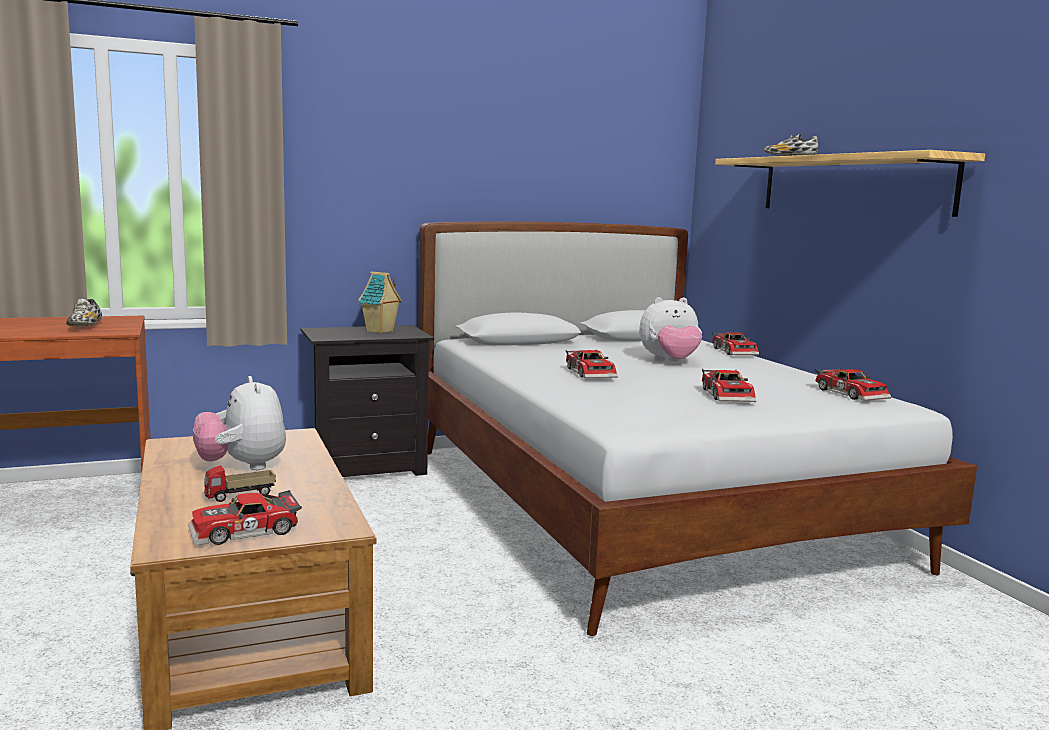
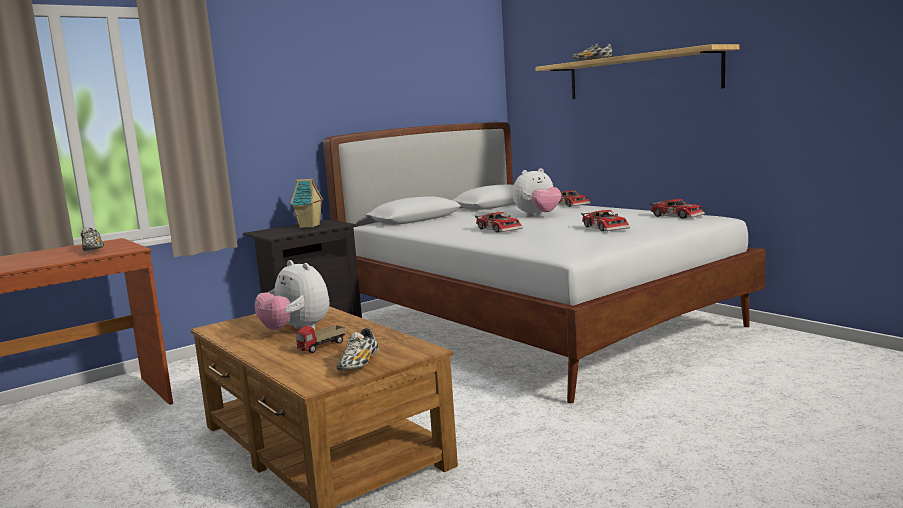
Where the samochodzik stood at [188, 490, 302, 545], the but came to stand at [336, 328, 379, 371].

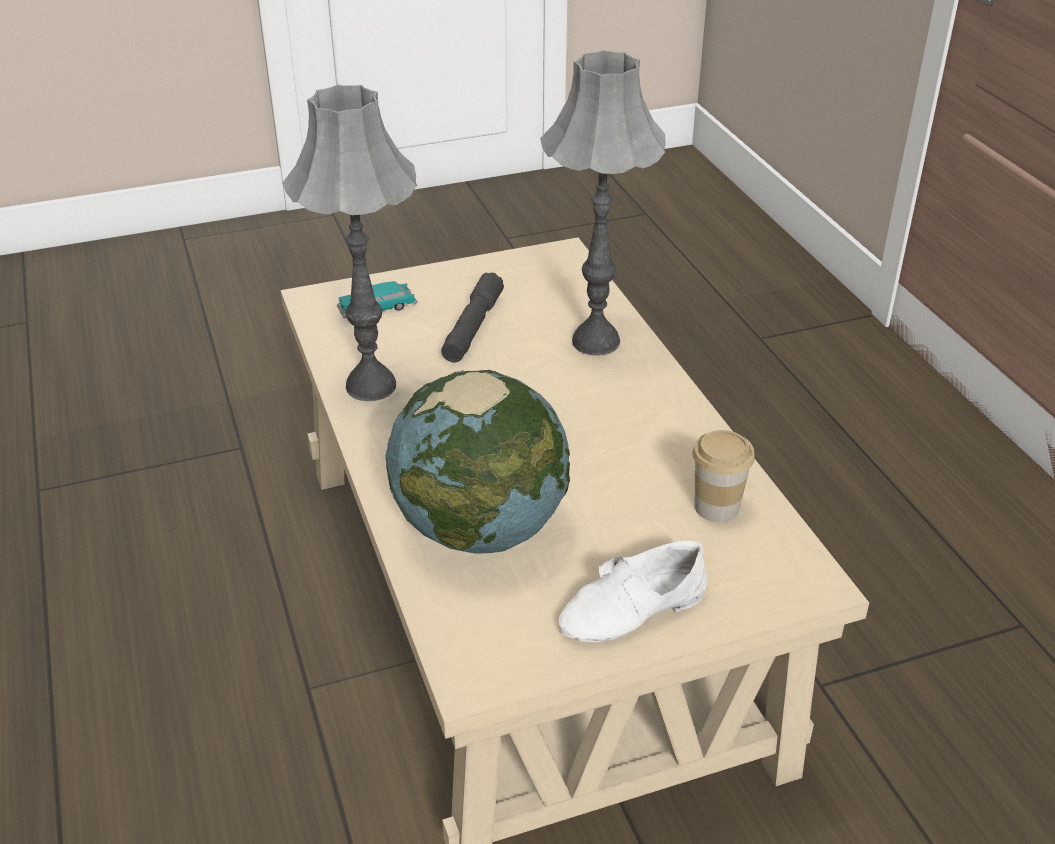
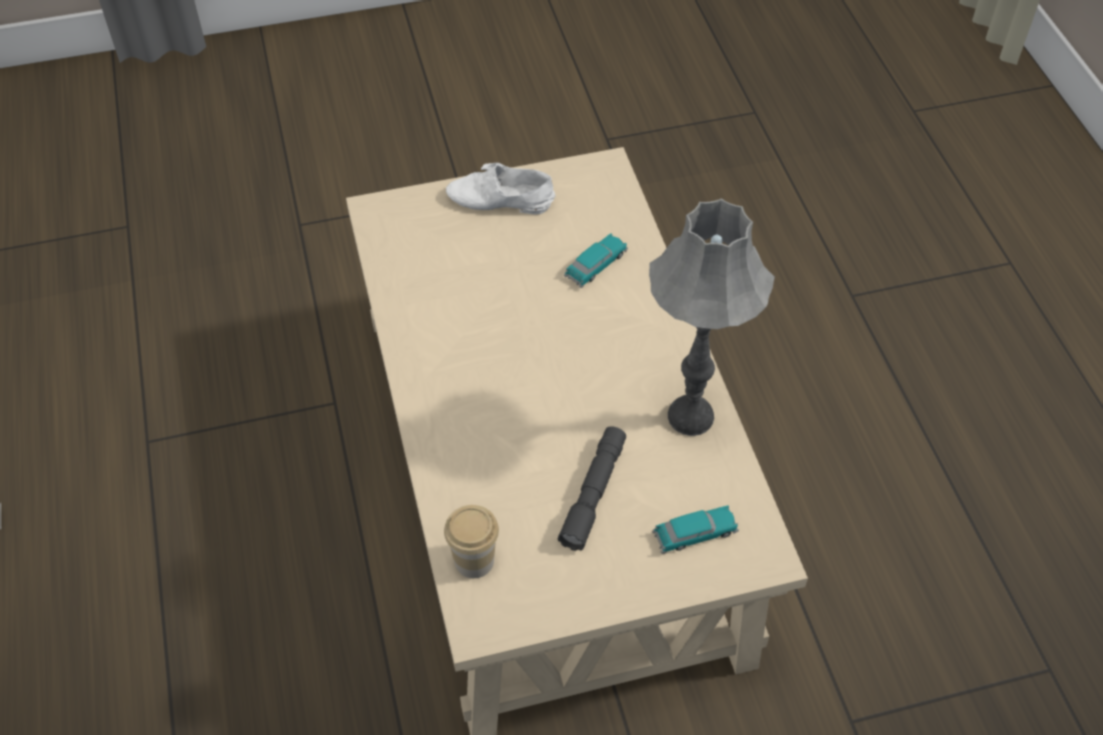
The second view lost the lampa stołowa [szary] at [540, 50, 666, 356]. Where the globus stood at [386, 370, 570, 554], the samochodzik came to stand at [564, 233, 628, 288]. The filiżanka ended up elsewhere, having gone from [692, 430, 755, 522] to [444, 505, 499, 578]. The but [biały] at [558, 541, 707, 642] ended up facing another way, 150 degrees counterclockwise from before.

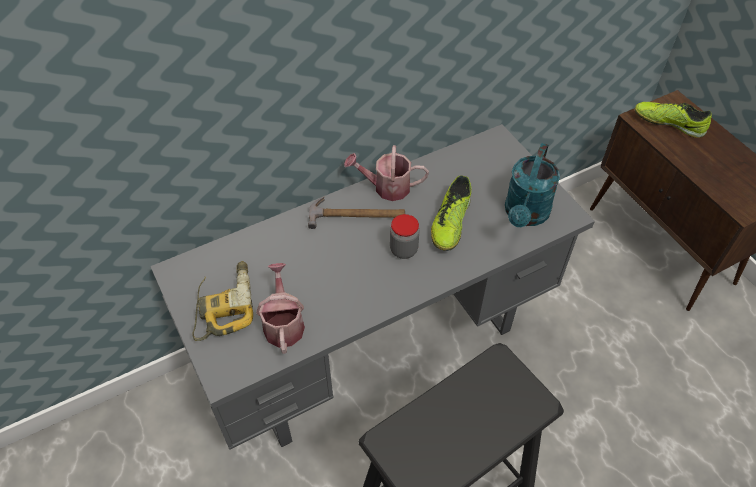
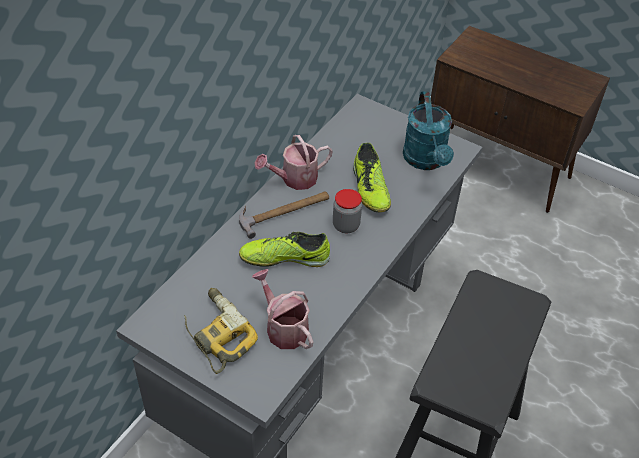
The but ended up elsewhere, having gone from [635, 102, 712, 138] to [239, 232, 330, 267].

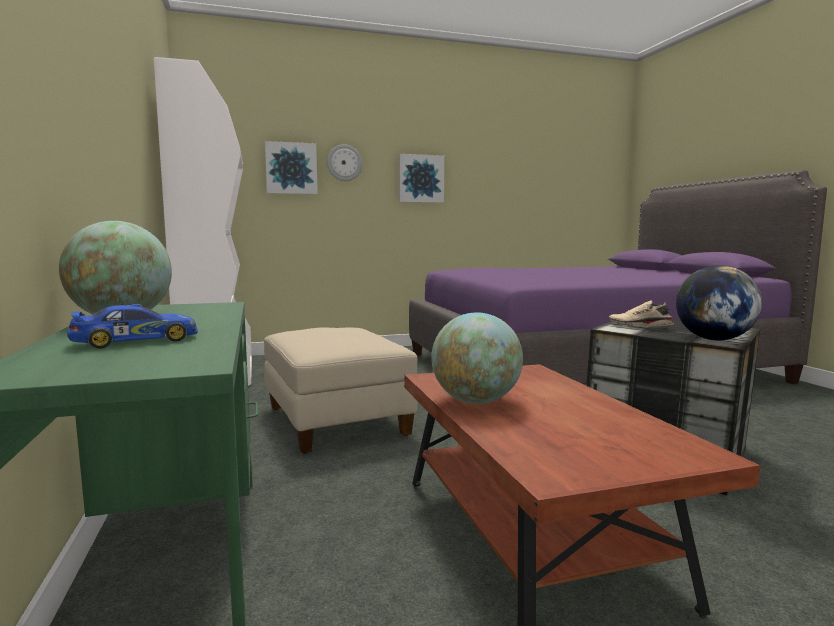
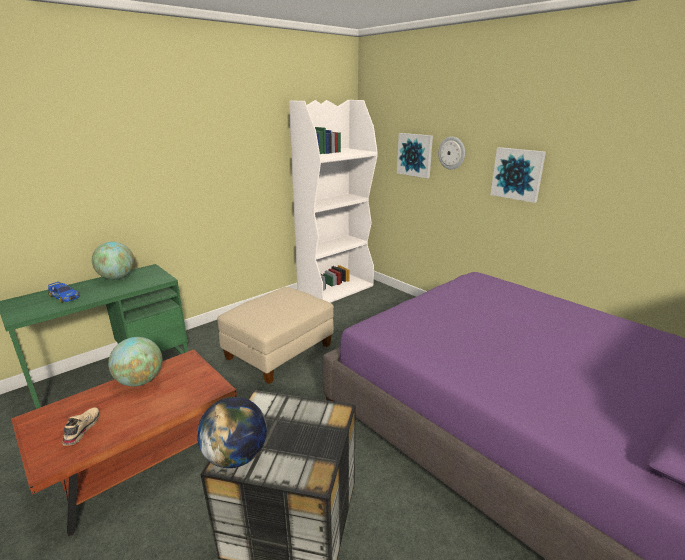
The but [beżowy] ended up elsewhere, having gone from [609, 300, 674, 327] to [62, 407, 99, 446].

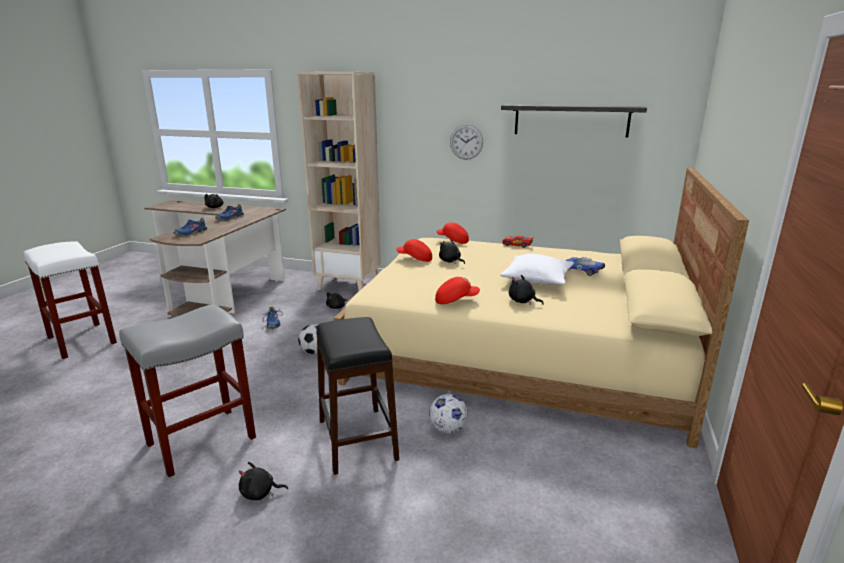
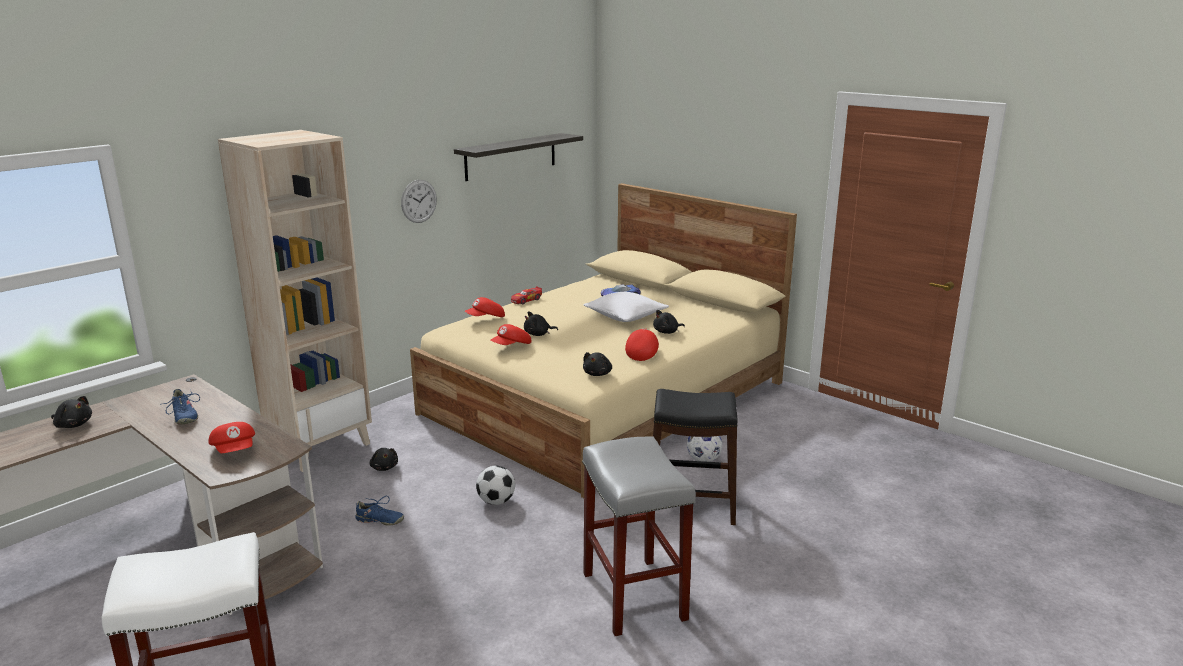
Where the but [niebieski] stood at [173, 218, 207, 236], the czapka z daszkiem [czerwony] came to stand at [208, 422, 255, 453]. The pluszak [czarny] ended up elsewhere, having gone from [239, 462, 288, 500] to [583, 352, 612, 376].

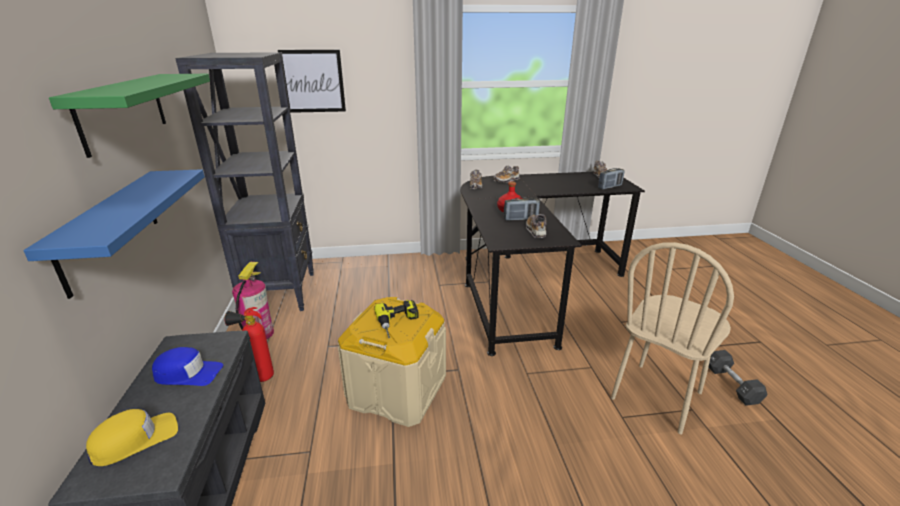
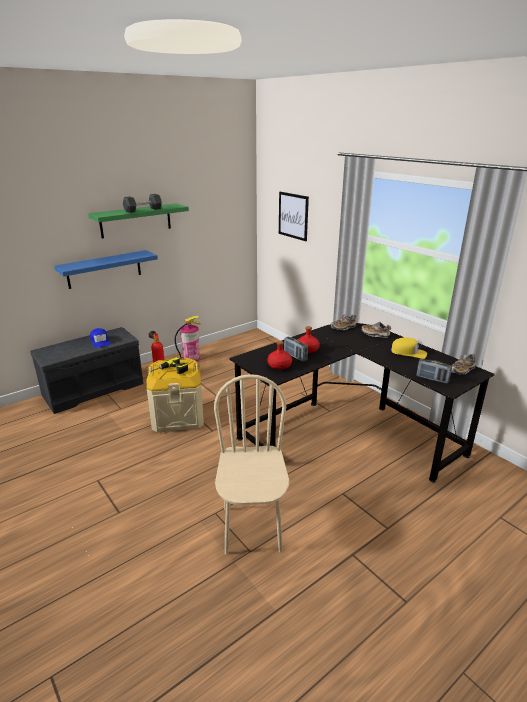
The second view lost the regał [czarny] at [175, 52, 314, 311]. Where the but stood at [526, 214, 547, 238], the butelka [czerwony] came to stand at [268, 341, 292, 370]. The krzesło [beżowy] at [611, 242, 734, 434] ended up facing another way, 75 degrees clockwise from before. The hantel [czarny] ended up elsewhere, having gone from [708, 350, 768, 406] to [123, 194, 162, 213]. The czapka z daszkiem [żółty] ended up elsewhere, having gone from [86, 409, 178, 466] to [391, 337, 427, 359].

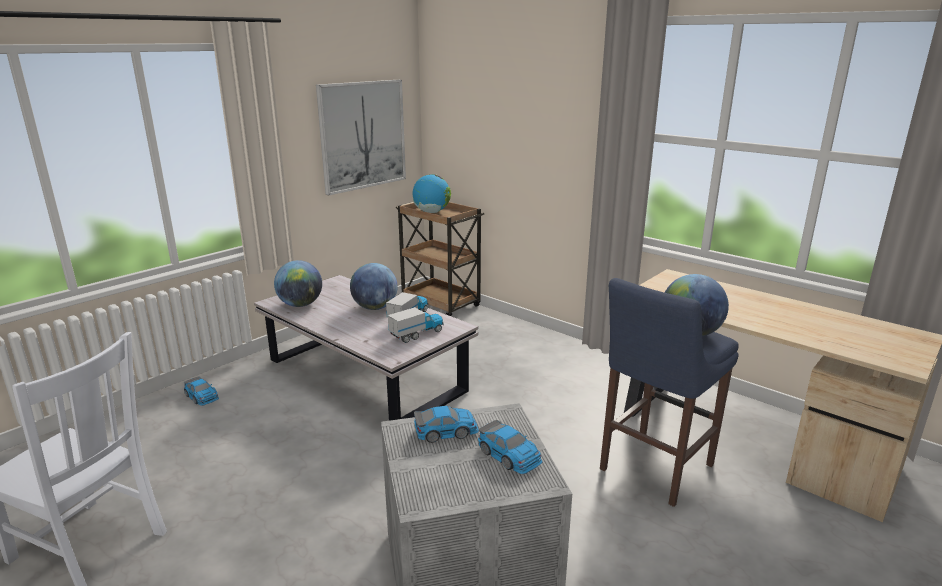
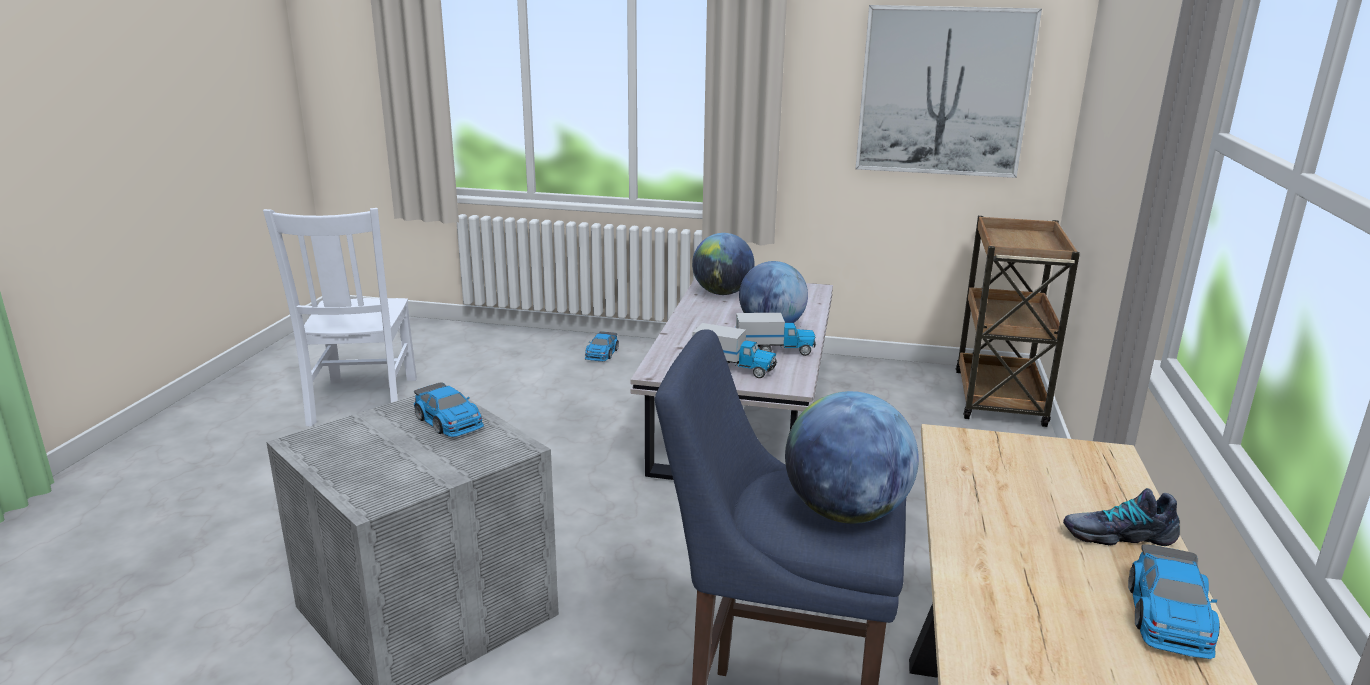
The second view lost the globus at [413, 174, 451, 213]. The samochodzik ended up elsewhere, having gone from [478, 420, 543, 474] to [1128, 544, 1220, 659]. The second view gained the but at [1063, 488, 1180, 546].

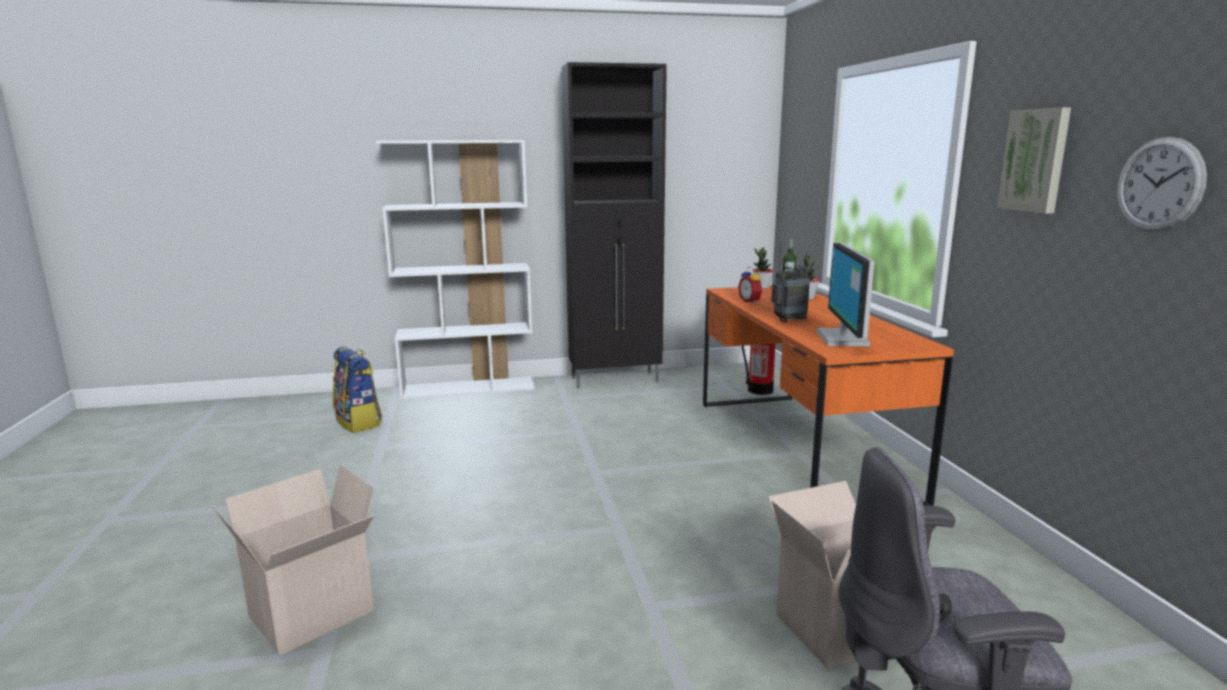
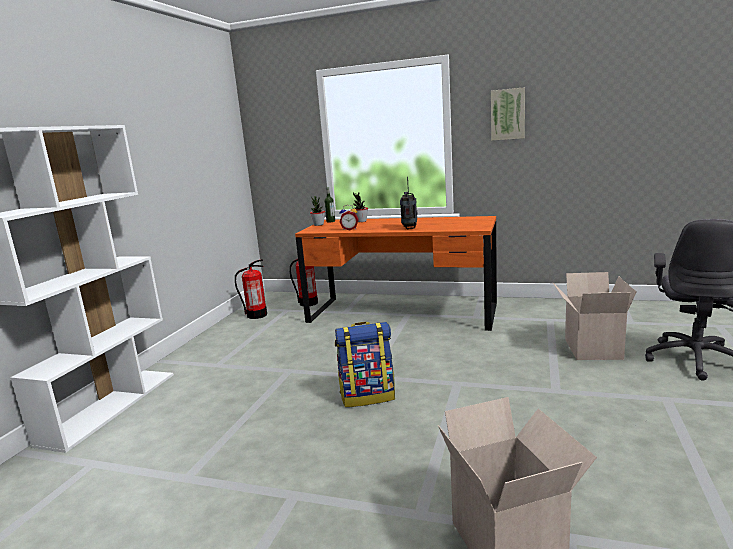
The second view lost the szafka [czarny] at [562, 62, 667, 388]. The second view lost the zegar ścienny at [1117, 137, 1207, 232]. The second view lost the monitor at [817, 242, 875, 346]. The plecak ended up elsewhere, having gone from [332, 347, 382, 433] to [335, 322, 395, 407]. The second view gained the gaśnica at [235, 259, 267, 319].

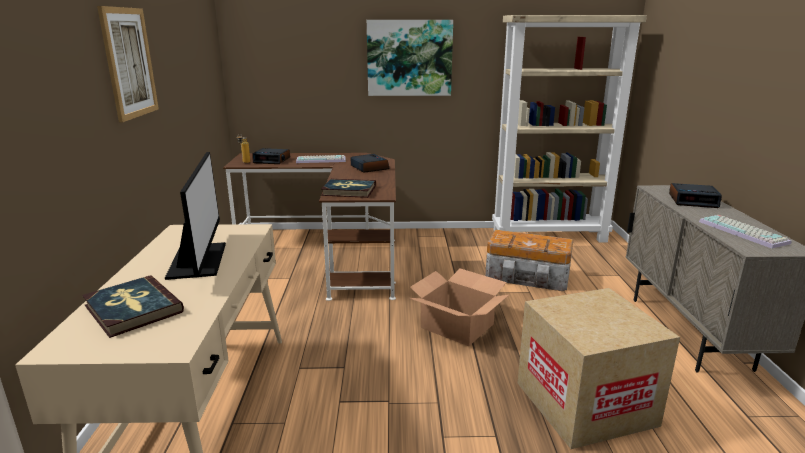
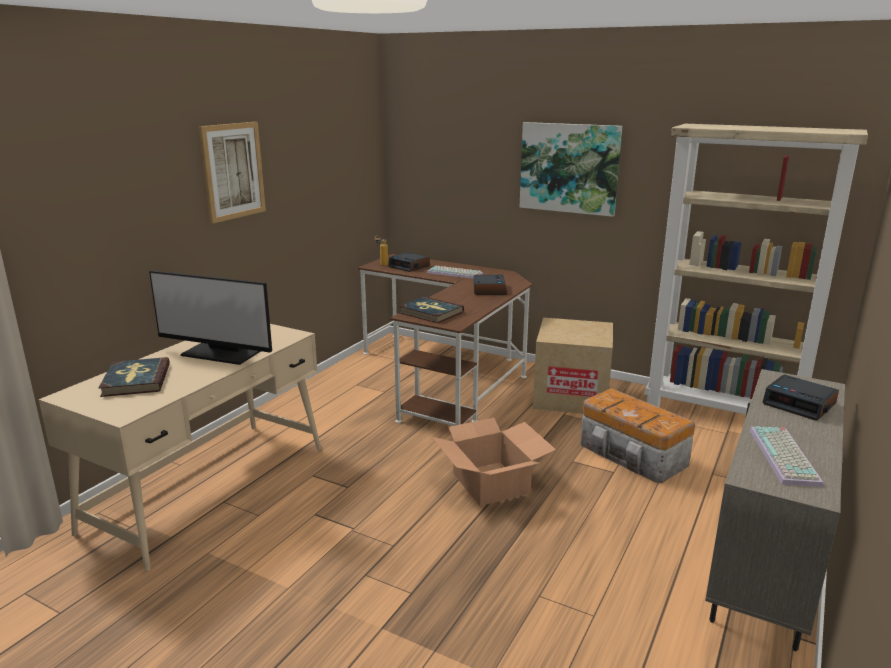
The monitor at [165, 152, 226, 280] ended up facing another way, 90 degrees clockwise from before. The karton ended up elsewhere, having gone from [518, 288, 680, 449] to [533, 318, 613, 414].

